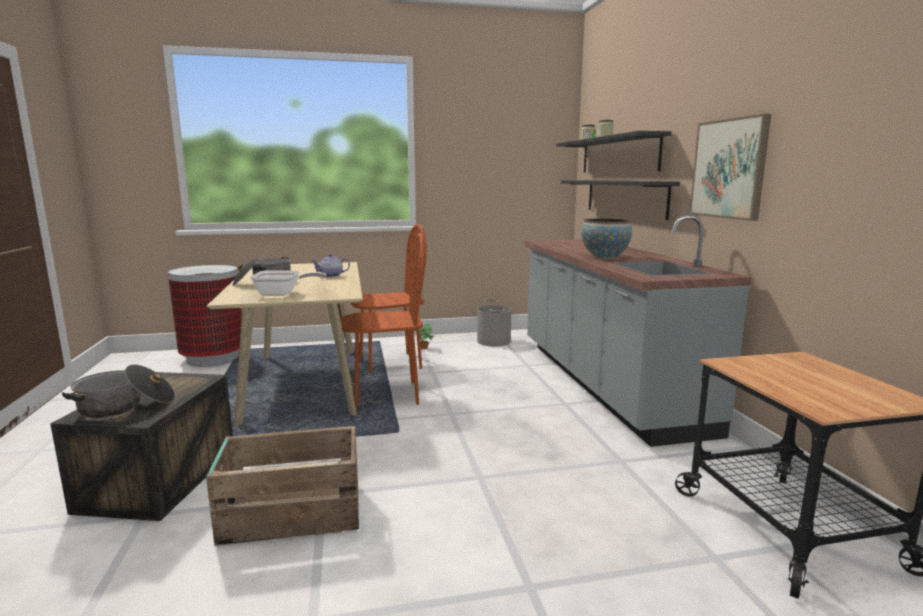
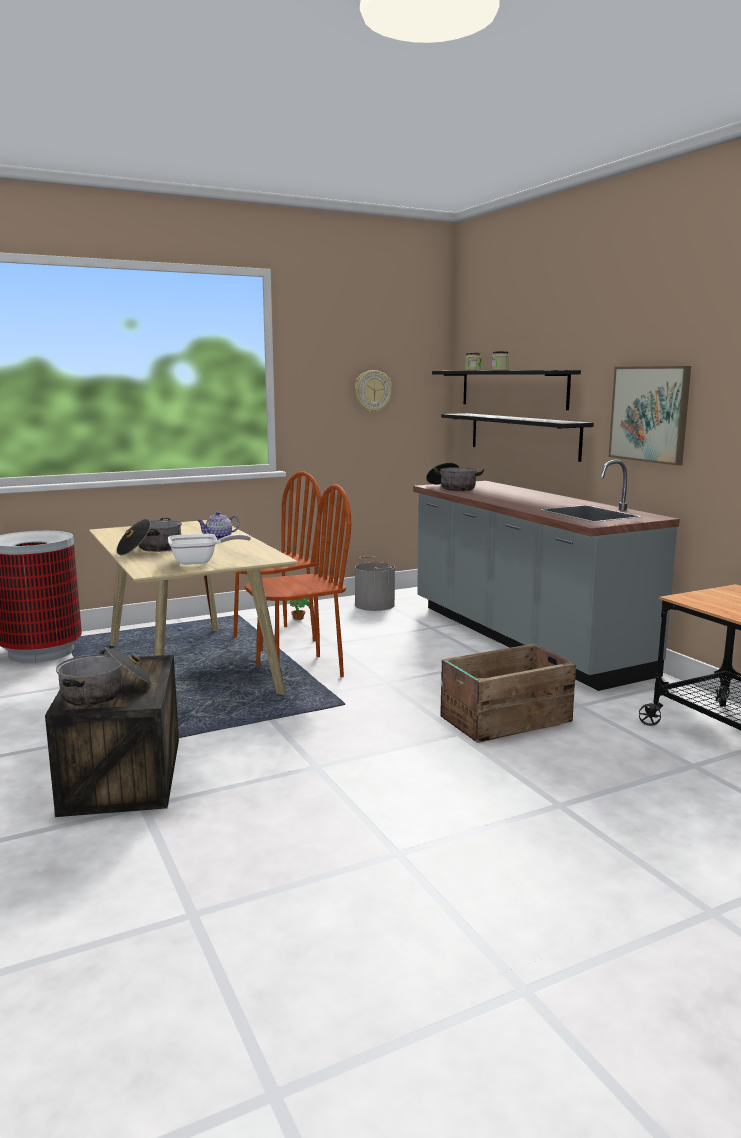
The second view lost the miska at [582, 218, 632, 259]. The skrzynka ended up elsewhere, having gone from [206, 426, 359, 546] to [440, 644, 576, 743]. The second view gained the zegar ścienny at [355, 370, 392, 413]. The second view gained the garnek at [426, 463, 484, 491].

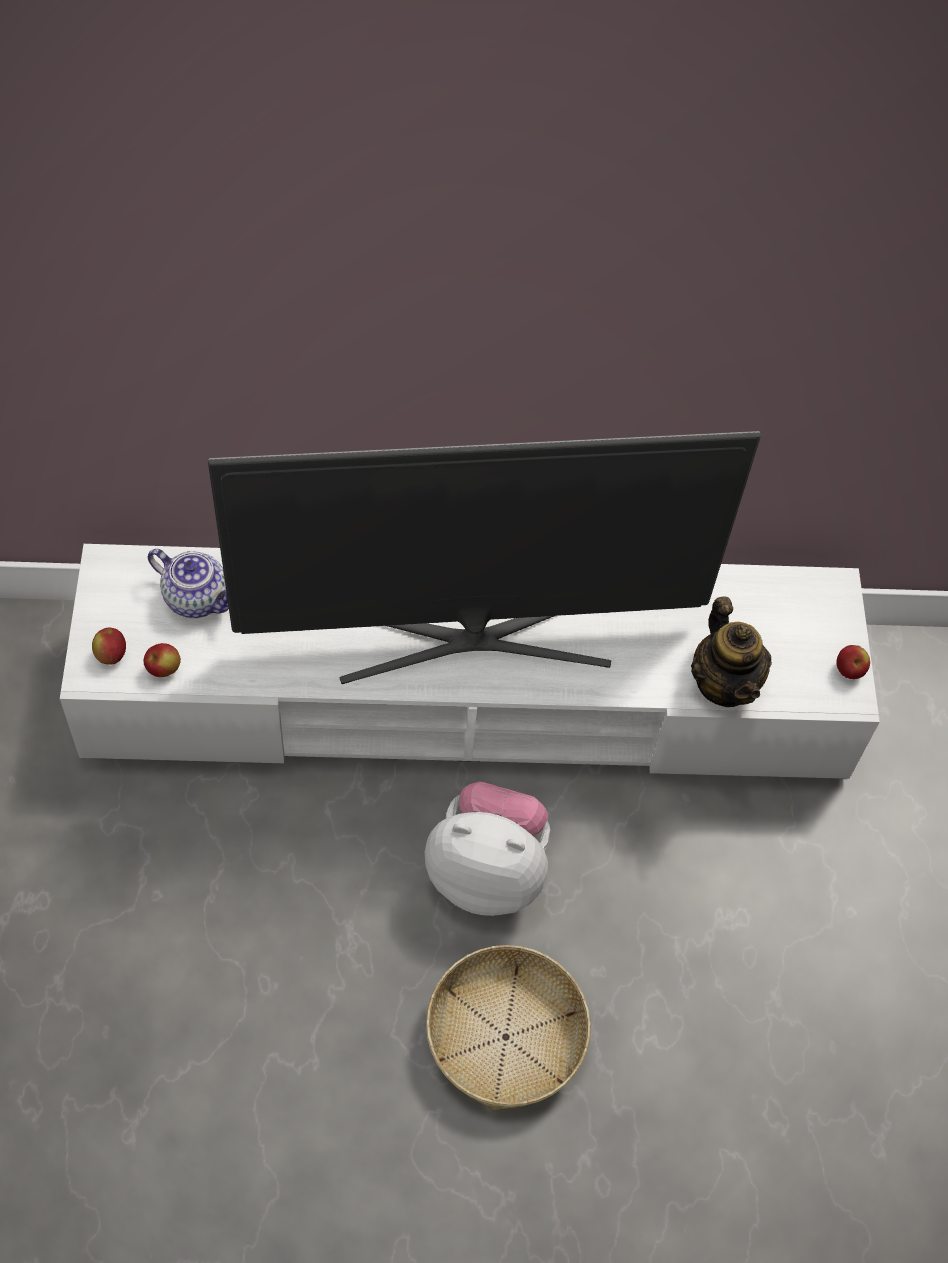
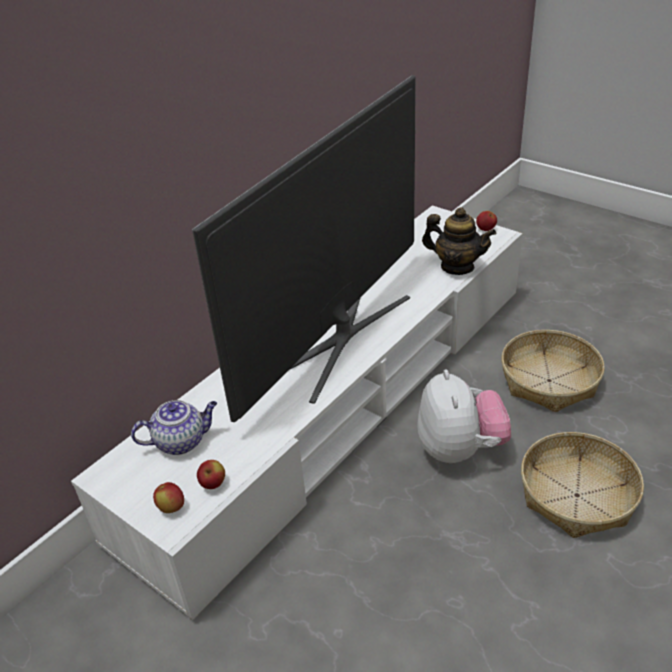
The pluszak at [425, 782, 550, 916] ended up facing another way, 120 degrees clockwise from before. The second view gained the koszyk at [501, 330, 605, 412].

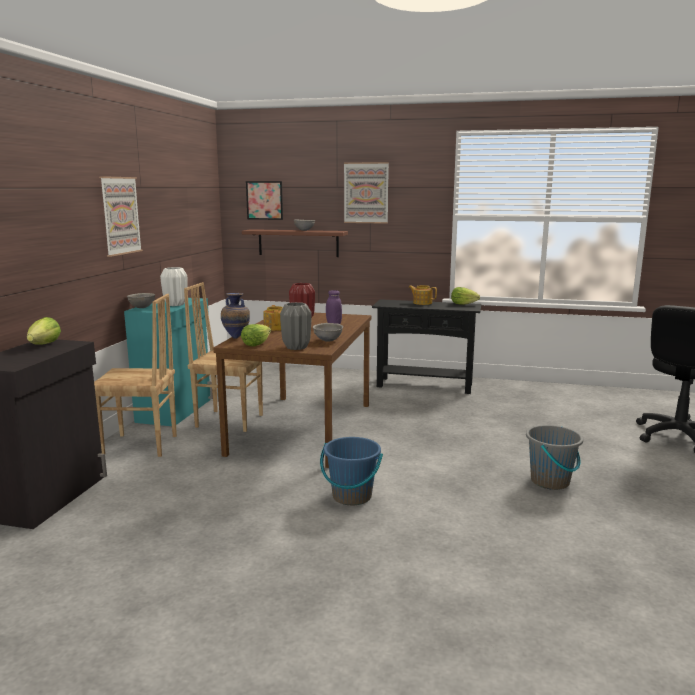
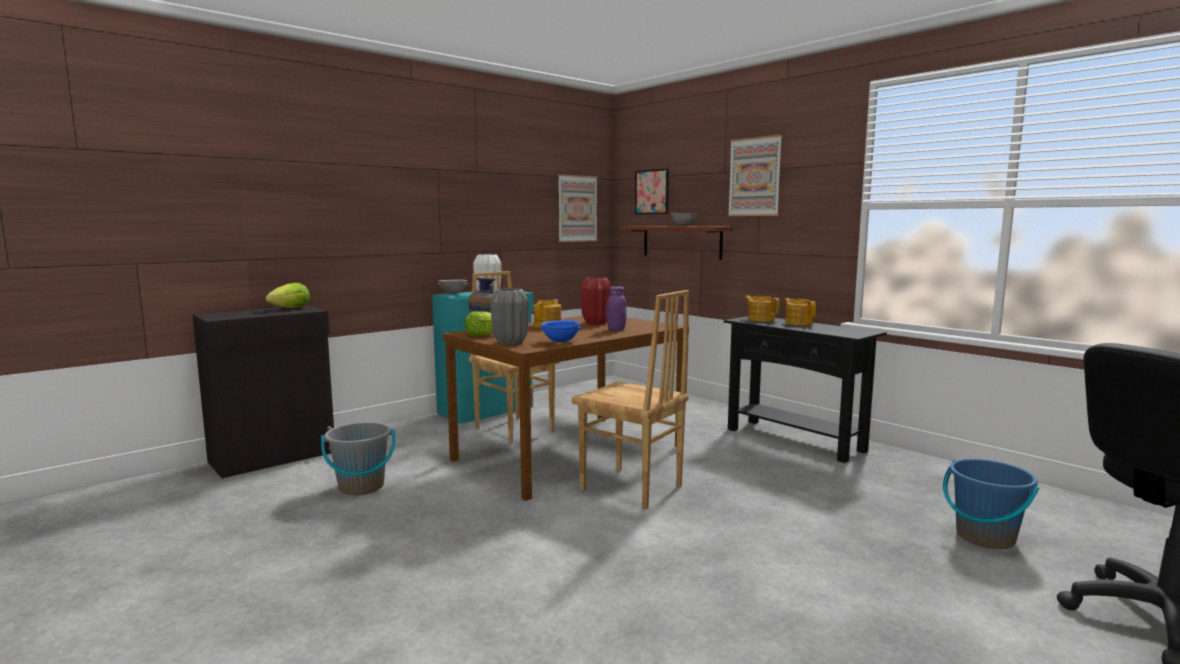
The obraz ended up elsewhere, having gone from [99, 176, 143, 257] to [558, 174, 598, 242]. The second view lost the sałata at [451, 287, 480, 305]. The krzesło [brązowy] ended up elsewhere, having gone from [94, 294, 177, 457] to [572, 290, 689, 510]. What was the miska [szary] at [313, 323, 343, 342] turned into the miska [niebieski] at [540, 320, 582, 343]. The wiadro [szary] ended up elsewhere, having gone from [526, 425, 583, 490] to [321, 422, 395, 495]. The wiadro [niebieski] ended up elsewhere, having gone from [320, 437, 383, 505] to [943, 459, 1039, 549]. The second view gained the imbryk at [744, 296, 780, 322].

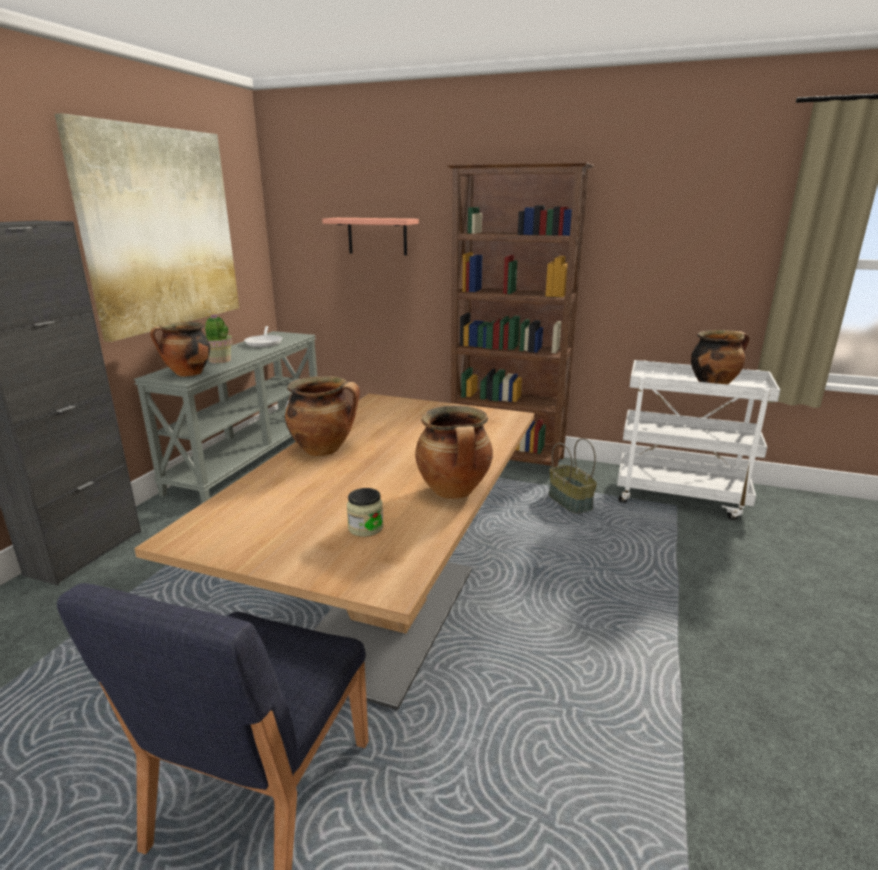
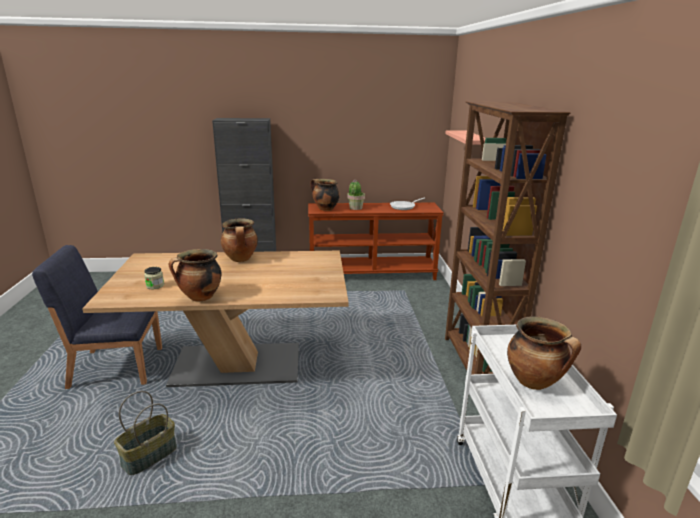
The second view lost the obraz at [55, 113, 239, 342]. What was the stolik konsolowy [szary] at [133, 331, 317, 503] turned into the stolik konsolowy [brązowy] at [308, 203, 444, 280]. The koszyk ended up elsewhere, having gone from [549, 438, 597, 514] to [114, 391, 177, 475].

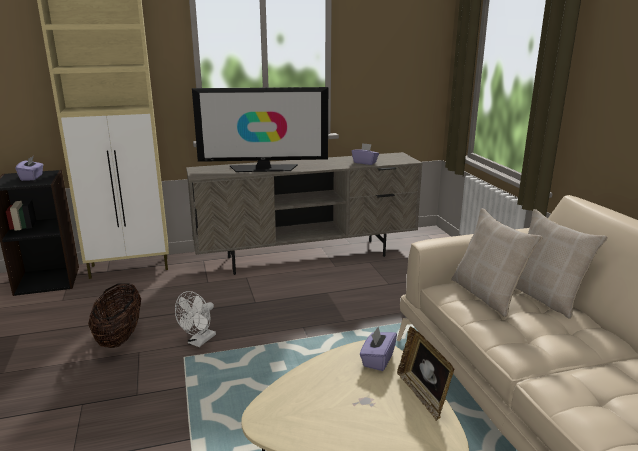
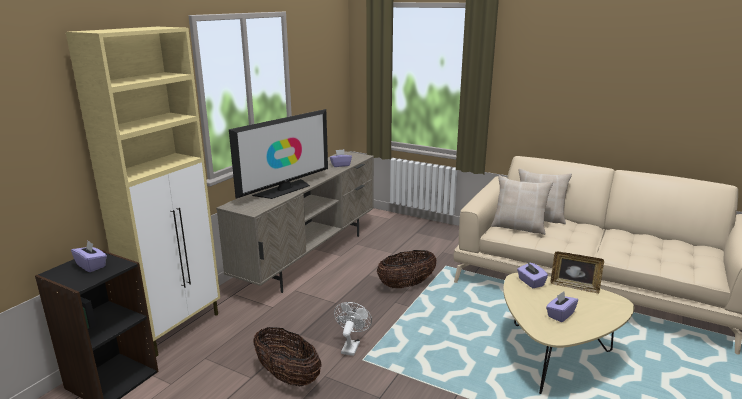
The wentylator [biały] at [175, 291, 216, 347] ended up facing another way, 150 degrees counterclockwise from before. The second view gained the koszyk at [377, 250, 437, 288]. The second view gained the pudełko chusteczek [fioletowy] at [546, 292, 578, 322].

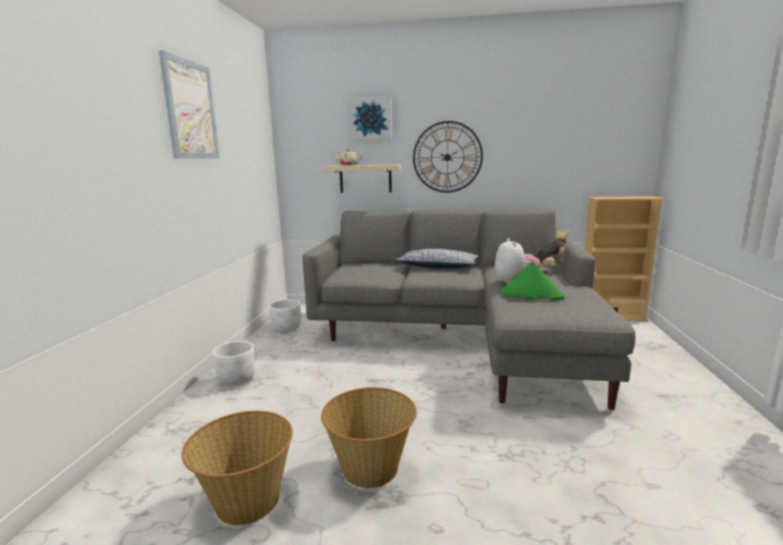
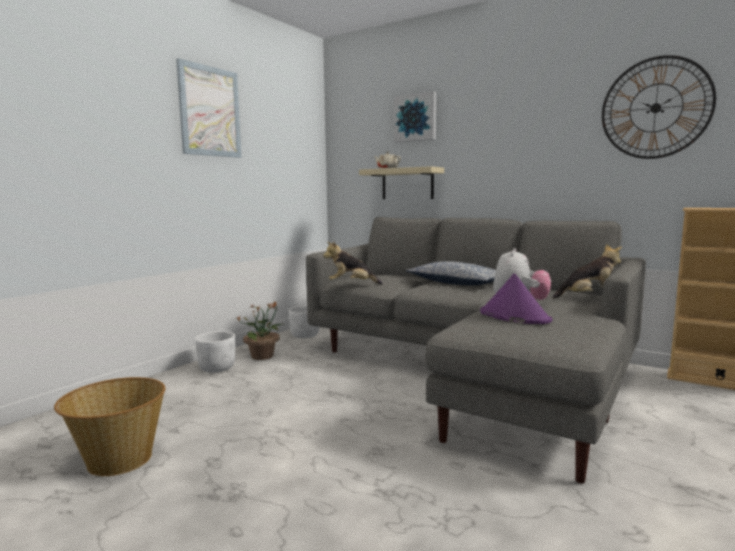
The zegar ścienny ended up elsewhere, having gone from [413, 121, 483, 193] to [602, 55, 716, 159]. What was the kapelusz [zielony] at [501, 261, 565, 300] turned into the kapelusz [fioletowy] at [480, 273, 552, 324]. The second view lost the koszyk at [321, 387, 417, 488]. The second view gained the pluszak at [323, 242, 383, 284]. The second view gained the roślina doniczkowa at [238, 301, 282, 360].

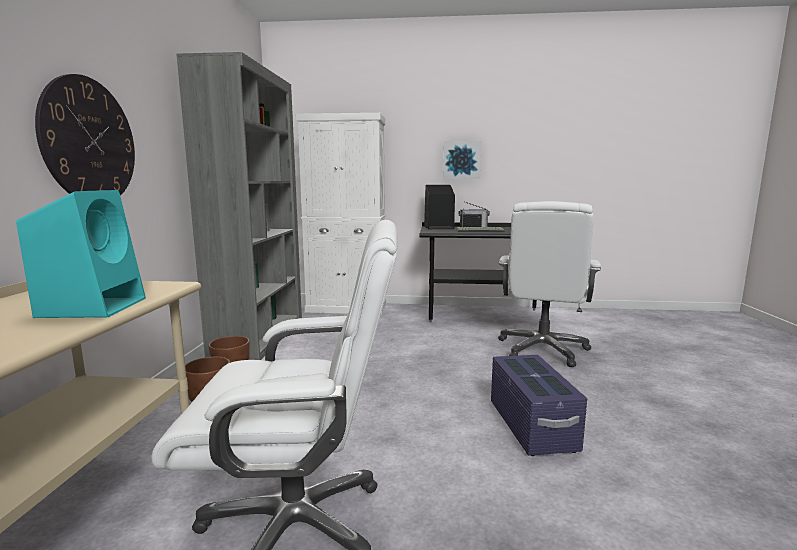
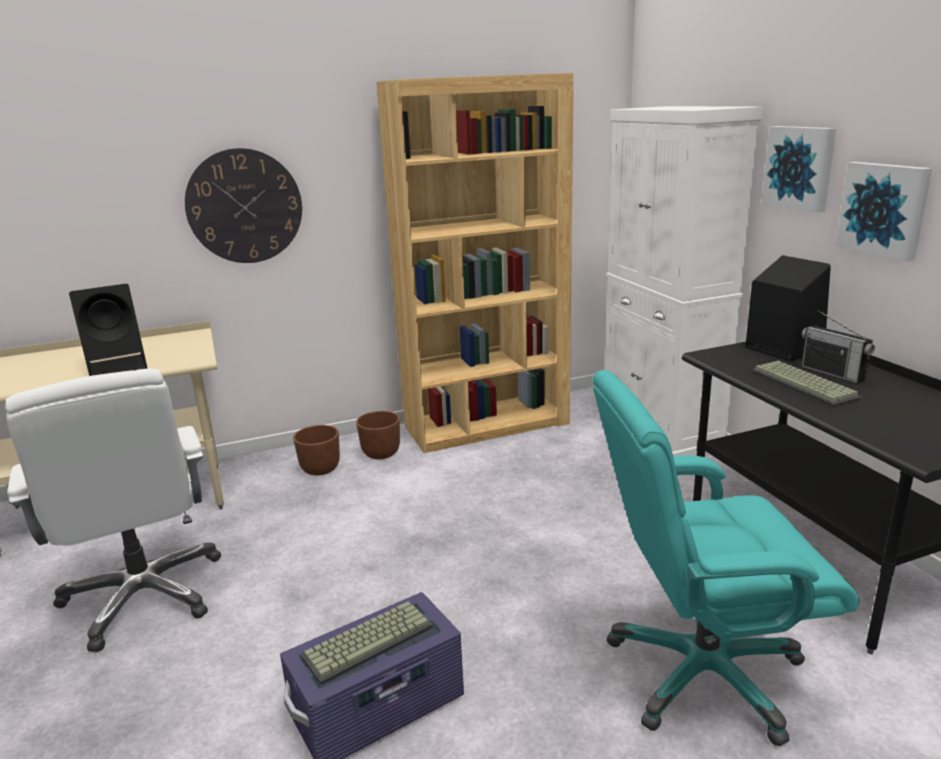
What was the regał [szary] at [176, 52, 302, 360] turned into the regał [brązowy] at [376, 73, 573, 453]. What was the głośnik [turkusowy] at [16, 190, 146, 318] turned into the głośnik [czarny] at [69, 284, 148, 376]. What was the krzesło biurowe [biały] at [498, 201, 601, 367] turned into the krzesło biurowe [turkusowy] at [593, 370, 859, 746]. The second view gained the obraz at [761, 126, 836, 212]. The second view gained the klawiatura at [301, 601, 433, 685].

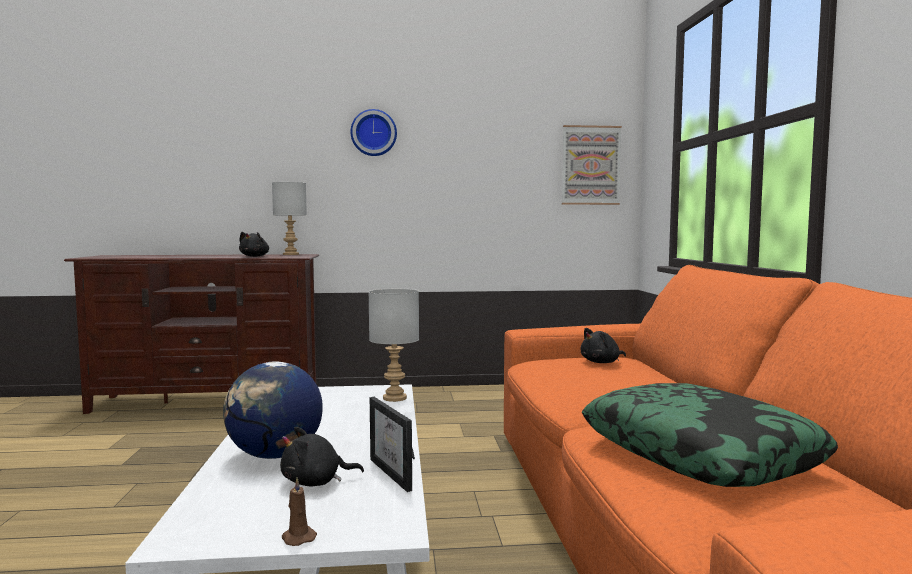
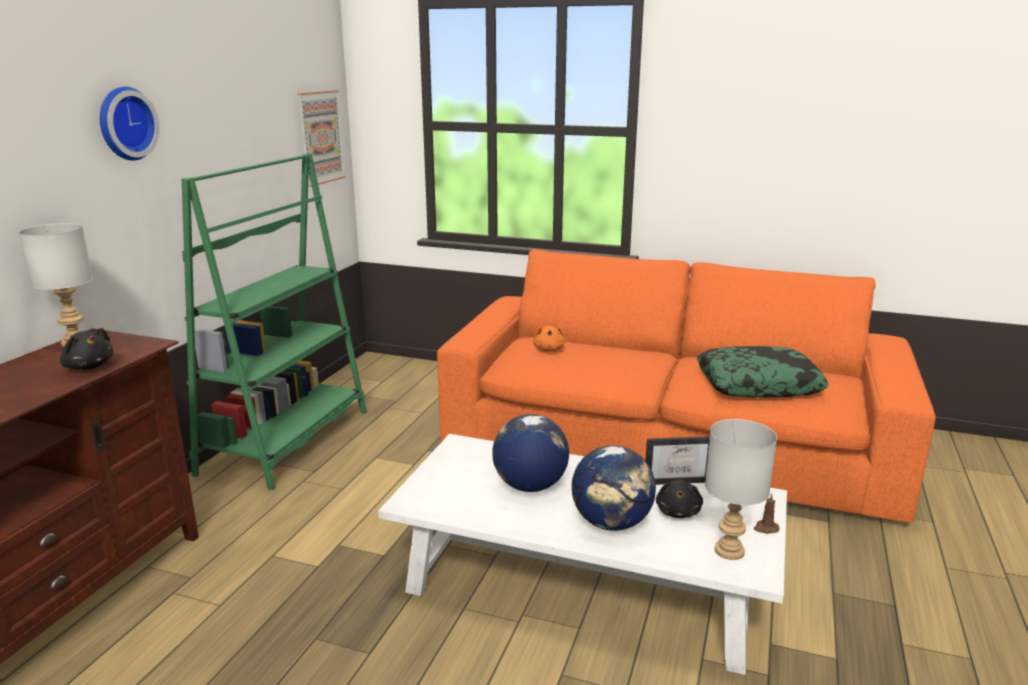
The lampa stołowa [szary] ended up elsewhere, having gone from [368, 289, 419, 402] to [705, 419, 777, 560]. What was the pluszak [czarny] at [580, 328, 626, 363] turned into the pluszak [pomarańczowy] at [533, 326, 566, 352]. The second view gained the regał [zielony] at [182, 154, 367, 490]. The second view gained the globus at [492, 414, 569, 492].

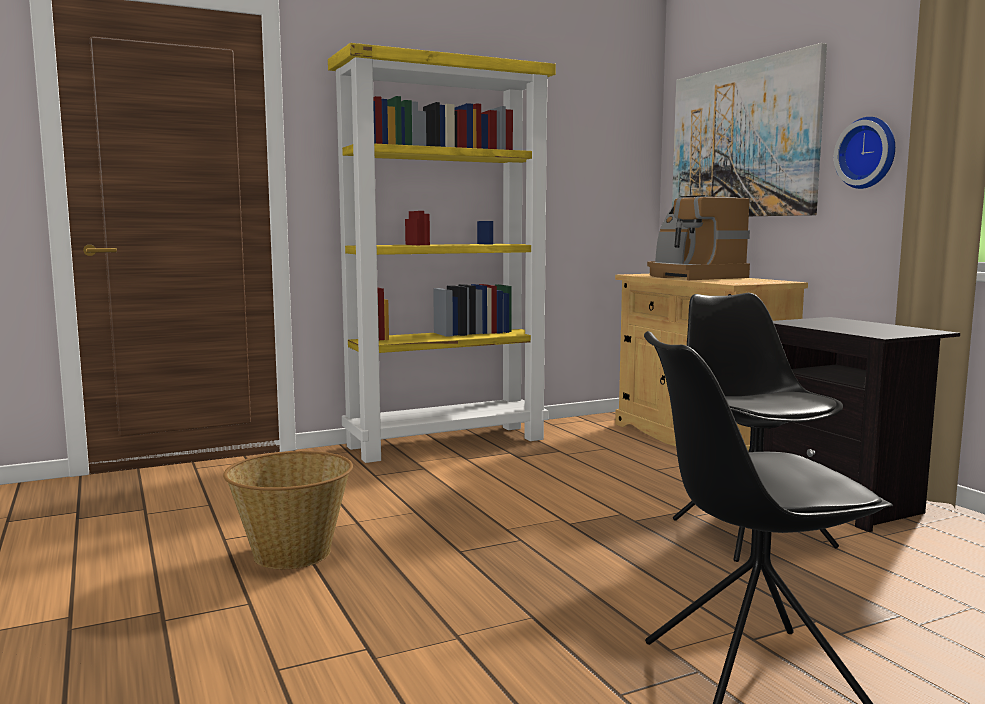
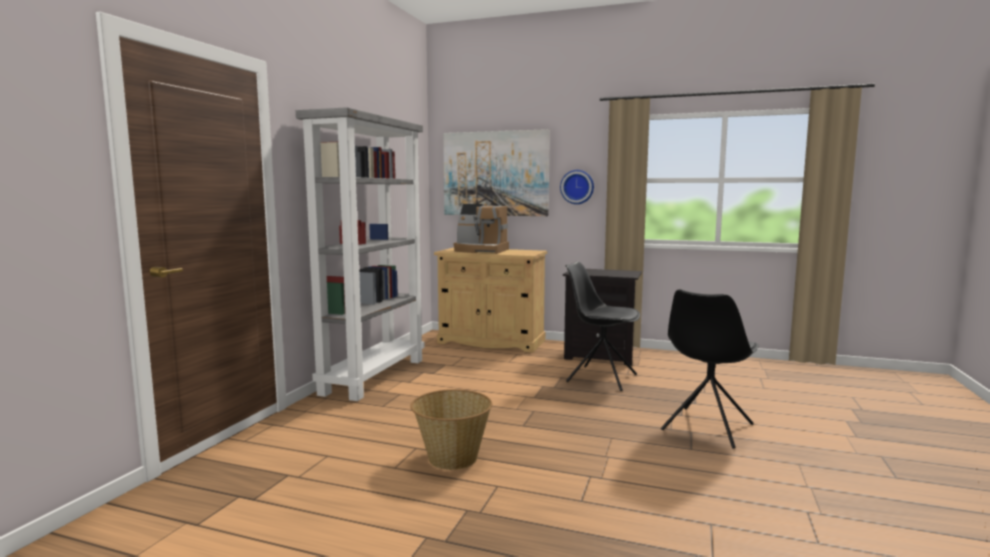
What was the regał [żółty] at [328, 43, 556, 463] turned into the regał [szary] at [296, 107, 425, 401].

